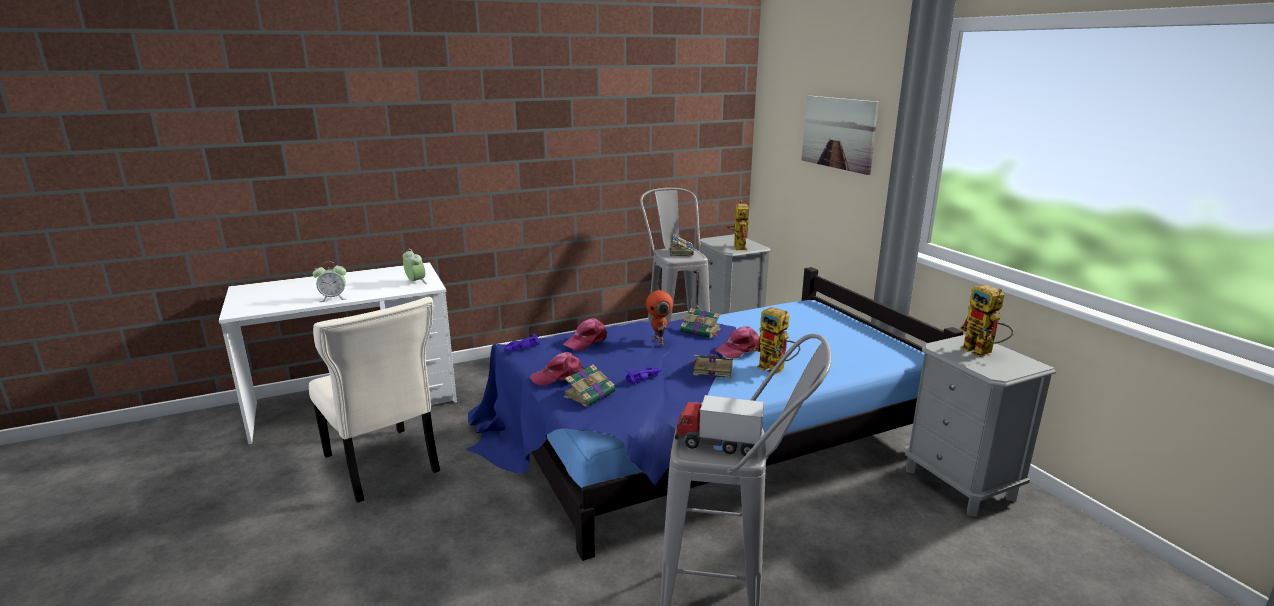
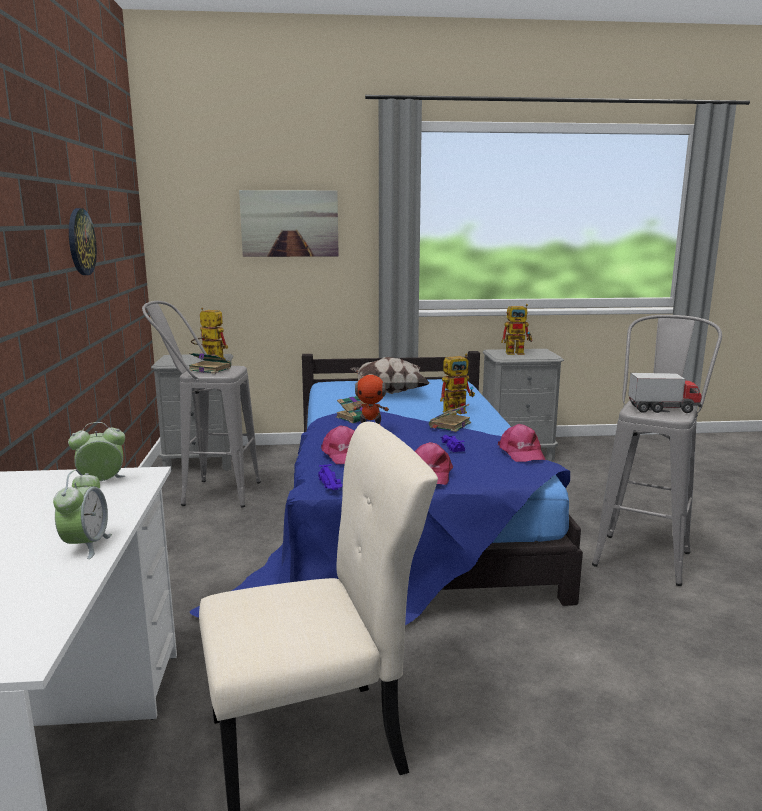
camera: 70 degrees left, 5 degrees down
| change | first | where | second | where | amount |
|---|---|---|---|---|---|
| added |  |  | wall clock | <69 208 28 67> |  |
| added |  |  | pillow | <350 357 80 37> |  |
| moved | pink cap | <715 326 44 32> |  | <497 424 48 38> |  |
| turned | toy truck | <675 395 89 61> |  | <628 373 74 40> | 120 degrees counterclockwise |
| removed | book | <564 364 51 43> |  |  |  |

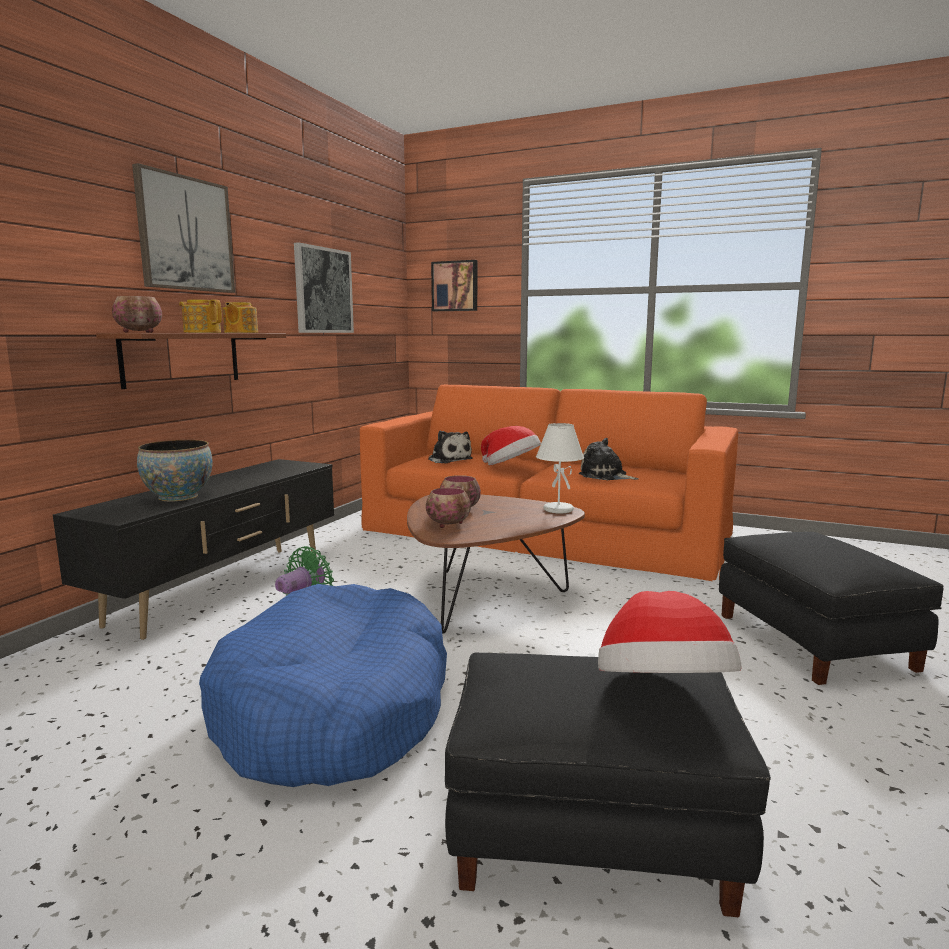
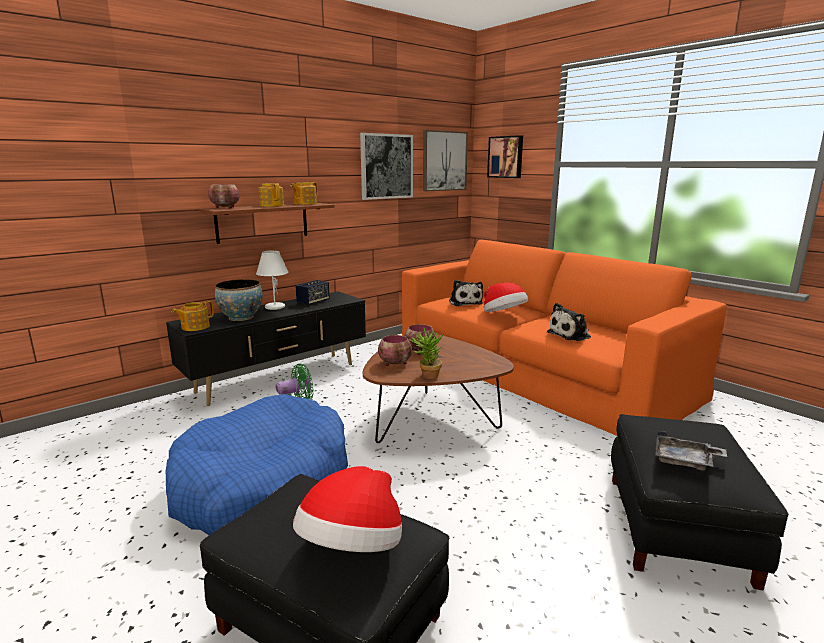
camera: 25 degrees right, 5 degrees up
| change | first | where | second | where | amount |
|---|---|---|---|---|---|
| added |  |  | teapot | <172 301 42 30> |  |
| moved | white table lamp | <536 423 48 90> |  | <256 250 33 60> |  |
| added |  |  | speaker | <295 280 35 26> |  |
| added |  |  | potted plant | <408 328 36 51> |  |
| moved | picture | <132 163 103 130> |  | <423 130 45 61> |  |
| turned | plush toy | <579 438 60 42> |  | <547 303 44 38> | 90 degrees counterclockwise |
| added |  |  | grey tray | <655 430 72 41> |  |

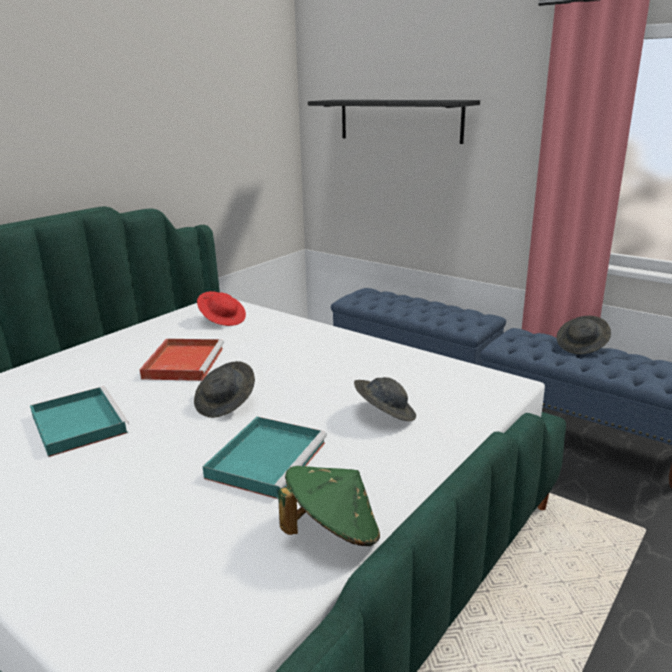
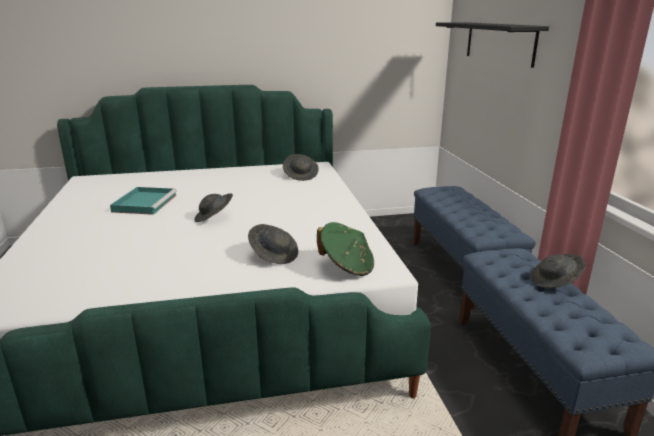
camera: 40 degrees right, 0 degrees up
| change | first | where | second | where | amount |
|---|---|---|---|---|---|
| recoloured | red hat | <197 291 49 35> | grey hat | <283 154 36 27> |  |
| moved | green hat | <278 466 102 80> |  | <317 222 57 54> |  |
| removed | red tray | <140 339 84 42> |  |  |  |
| removed | turquoise tray | <203 417 124 82> |  |  |  |

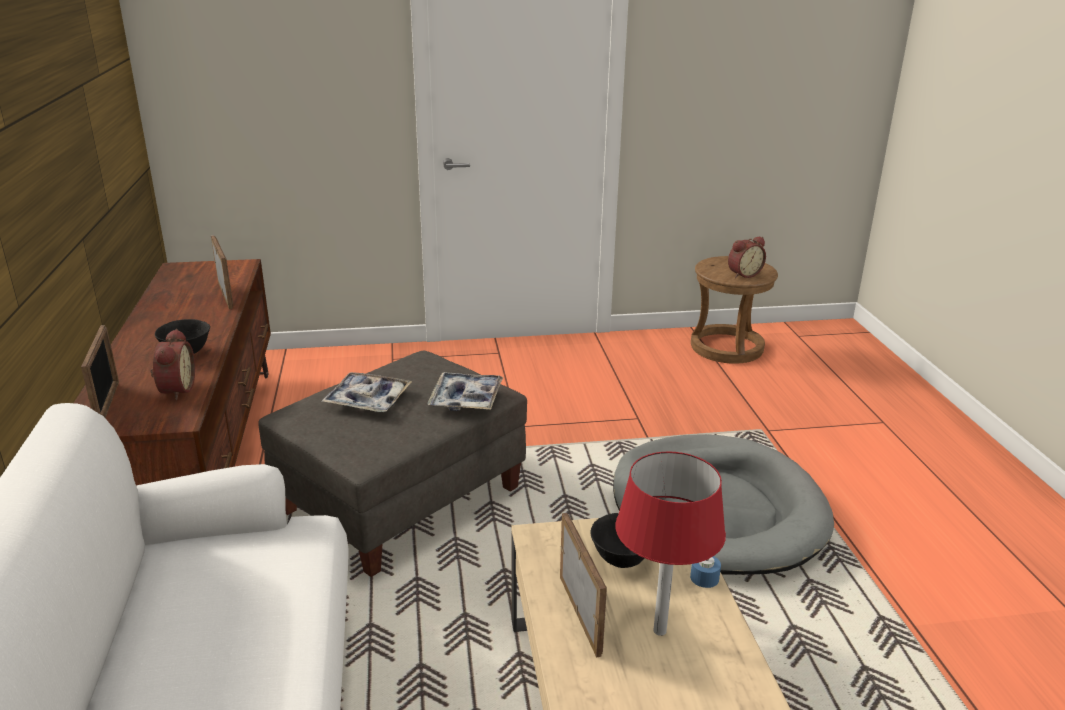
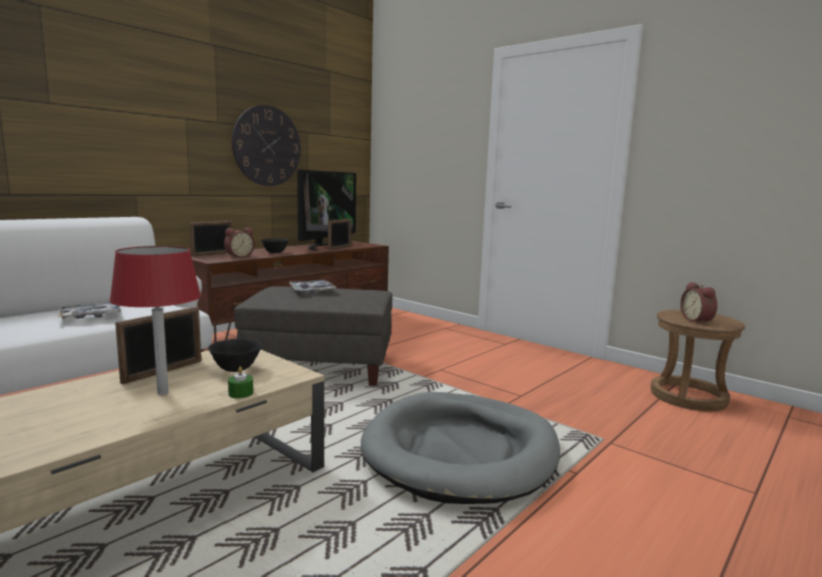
camera: 50 degrees right, 15 degrees down
| change | first | where | second | where | amount |
|---|---|---|---|---|---|
| moved | tray | <427 372 76 39> |  | <58 302 63 17> |  |
| recoloured | blue candle | <690 556 31 32> | green candle | <228 367 25 31> |  |
| added |  |  | wall clock | <232 105 69 81> |  |
| added |  |  | television | <297 170 59 81> |  |
| turned | alarm clock | <728 236 38 42> |  | <680 282 37 43> | 60 degrees clockwise |

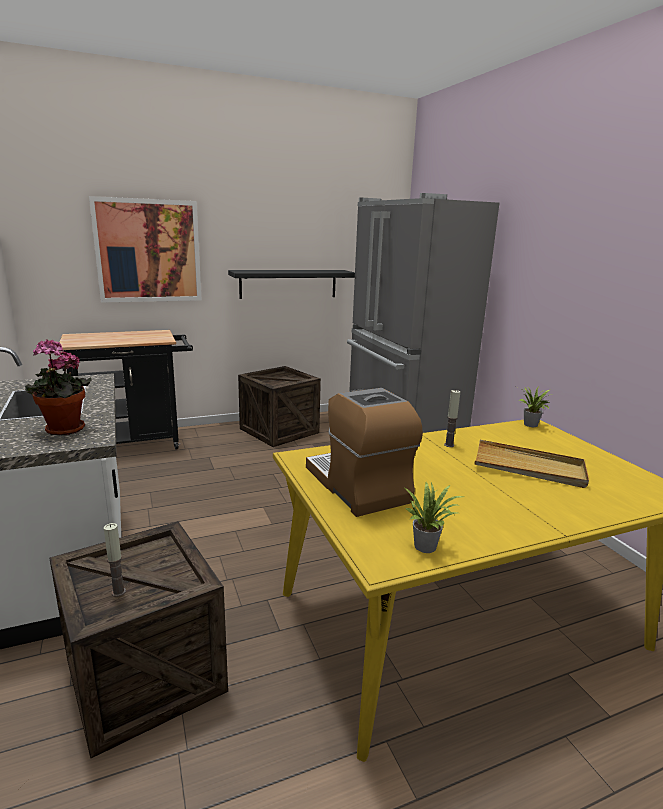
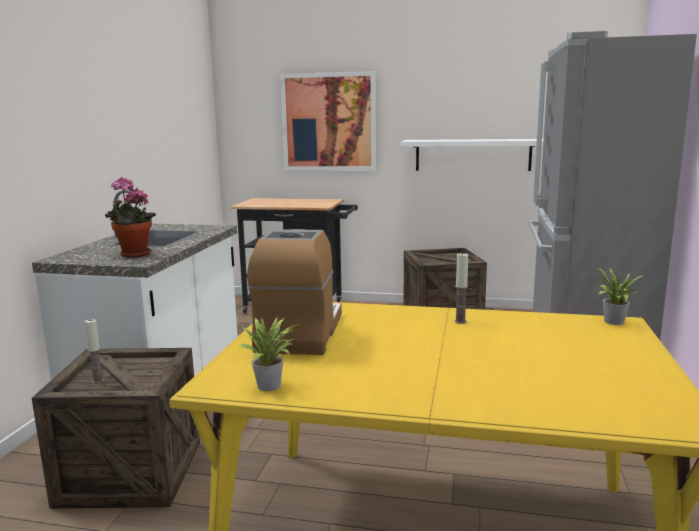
camera: 35 degrees right, 5 degrees down
| change | first | where | second | where | amount |
|---|---|---|---|---|---|
| recoloured | black shelf | <228 270 127 29> | white shelf | <401 139 143 32> |  |
| removed | beige tray | <474 440 115 48> |  |  |  |

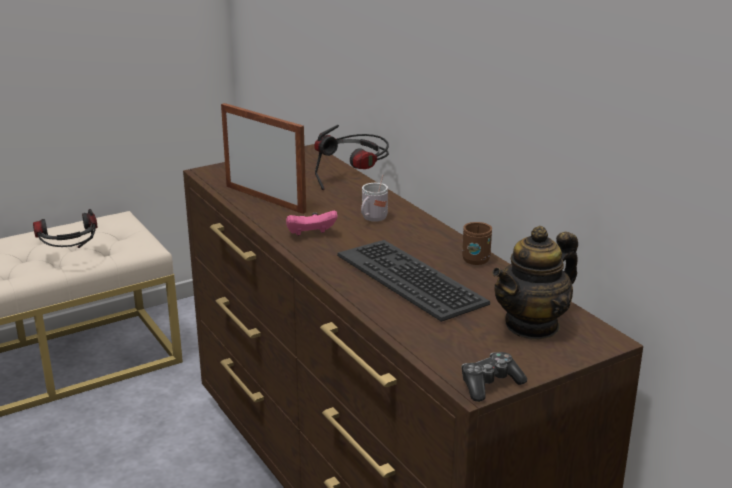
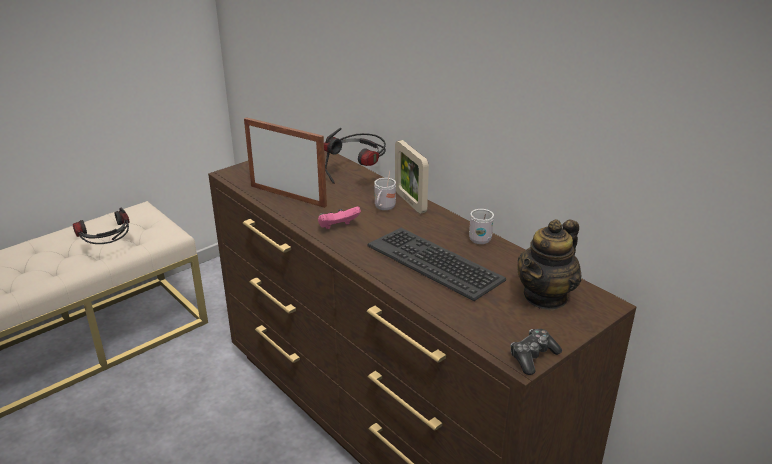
camera: 10 degrees left, 5 degrees up
| change | first | where | second | where | amount |
|---|---|---|---|---|---|
| added |  |  | picture frame | <395 140 34 74> |  |
| recoloured | brown mug | <462 222 30 43> | white mug | <469 209 25 35> |  |

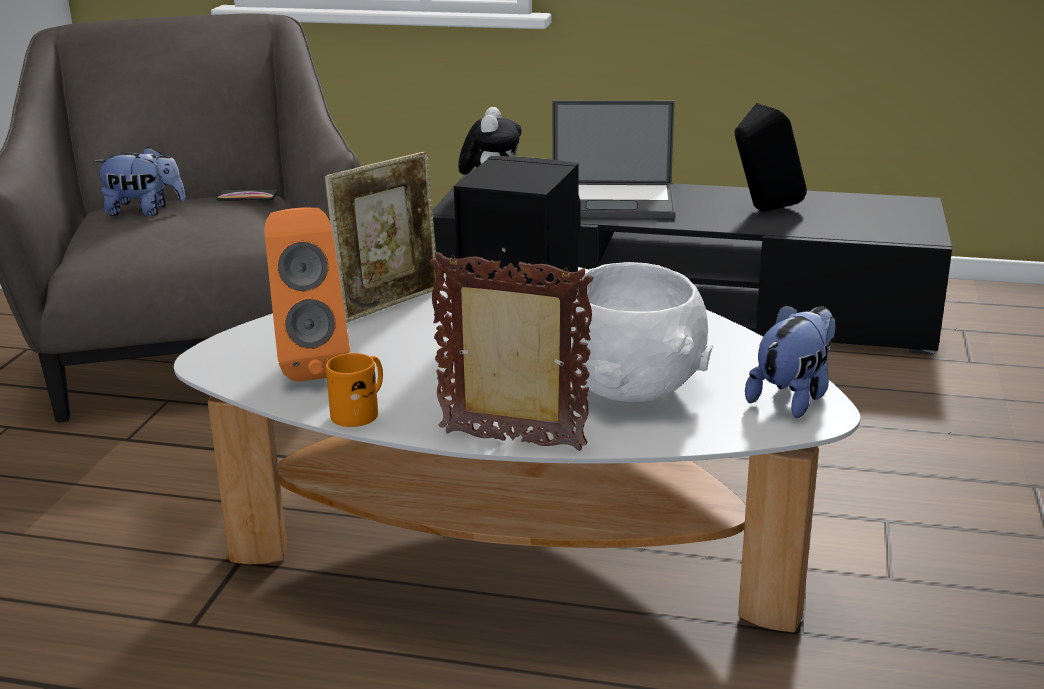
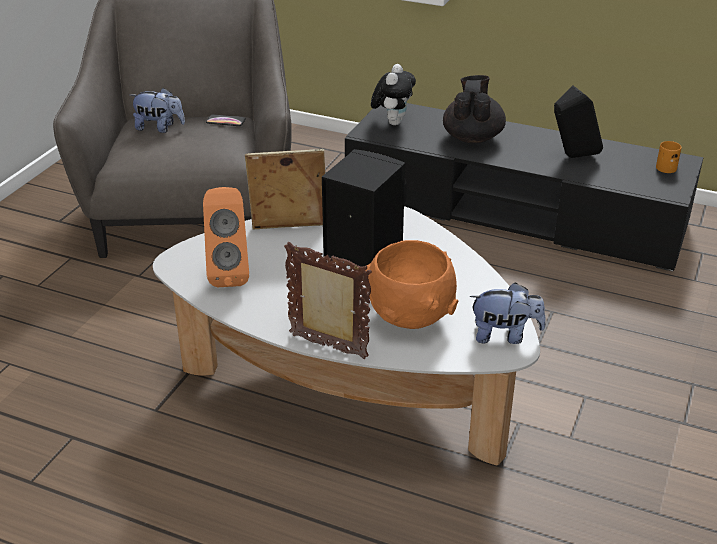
camera: 10 degrees right, 10 degrees up
| change | first | where | second | where | amount |
|---|---|---|---|---|---|
| turned | picture frame | <325 151 111 172> |  | <245 149 80 80> | 150 degrees counterclockwise |
| recoloured | white bowl | <571 262 142 140> | orange bowl | <366 240 92 89> |  |
| replaced | laptop | <552 100 124 118> | black teapot | <443 75 63 68> |  |
| turned | plush toy | <745 304 90 114> |  | <469 282 77 62> | 45 degrees clockwise |
| moved | orange mug | <326 353 57 74> |  | <656 141 26 32> |  |

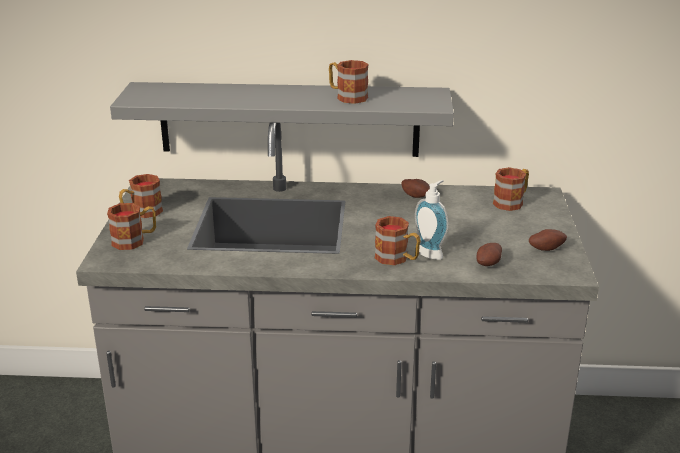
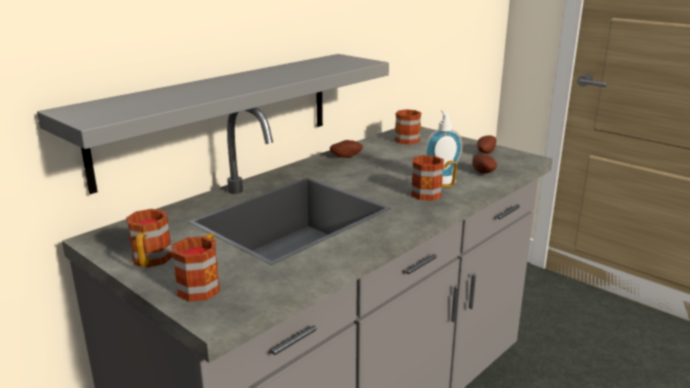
camera: 50 degrees left, 5 degrees down
| change | first | where | second | where | amount |
|---|---|---|---|---|---|
| removed | mug | <329 60 40 44> |  |  |  |

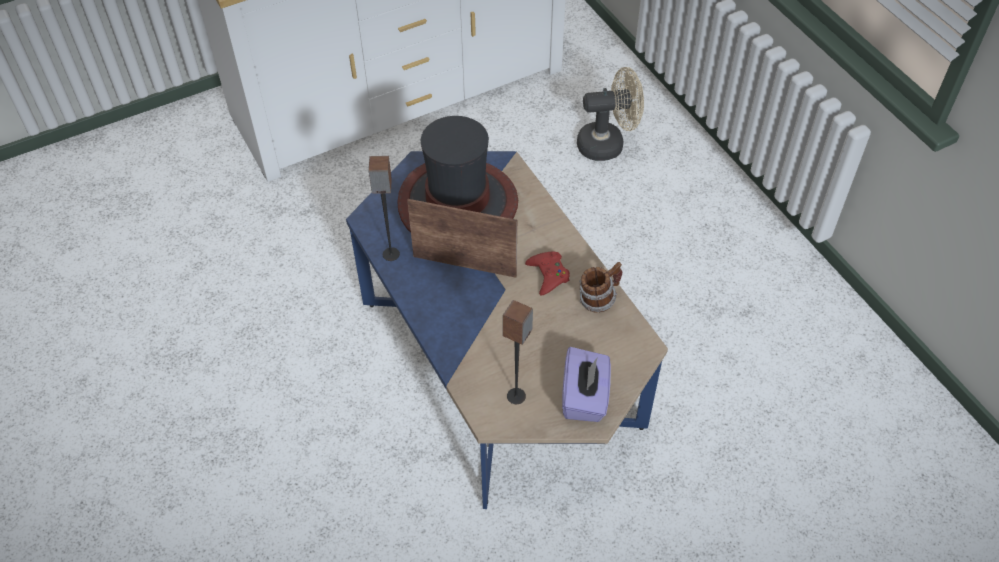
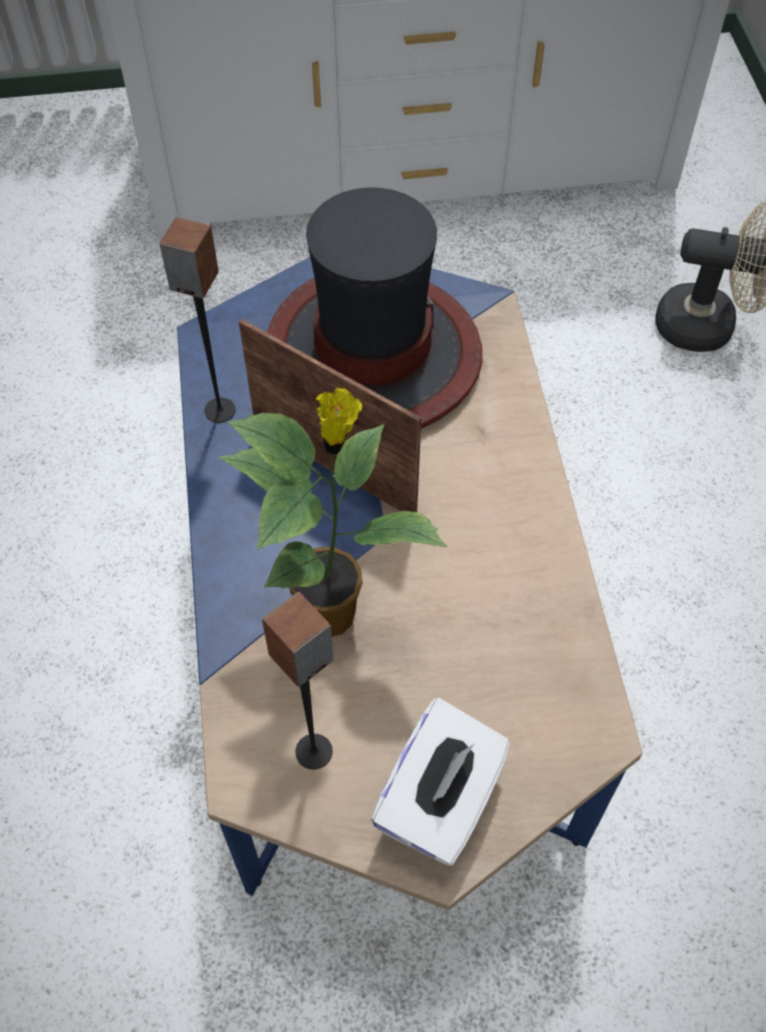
camera: 20 degrees right, 5 degrees up
| change | first | where | second | where | amount |
|---|---|---|---|---|---|
| added |  |  | potted plant | <218 388 229 249> |  |
| recoloured | purple tissue box | <562 347 49 75> | white tissue box | <370 698 140 167> |  |
| removed | red game controller | <525 252 45 43> |  |  |  |
| removed | mug | <579 262 44 51> |  |  |  |

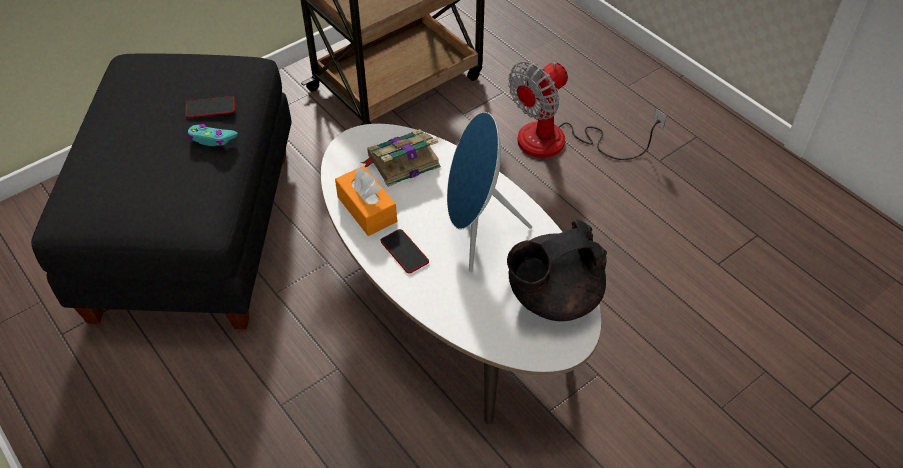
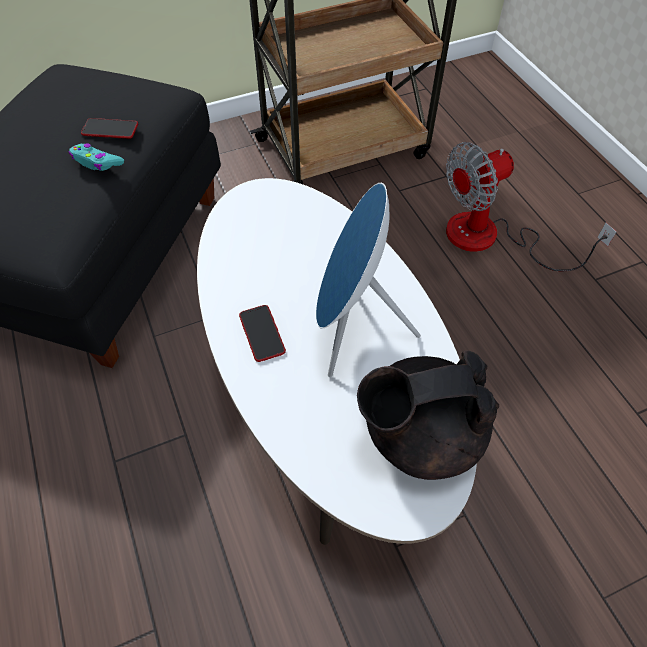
camera: 15 degrees right, 5 degrees up
| change | first | where | second | where | amount |
|---|---|---|---|---|---|
| removed | orange tissue box | <335 166 62 70> |  |  |  |
| removed | book | <361 129 80 58> |  |  |  |

